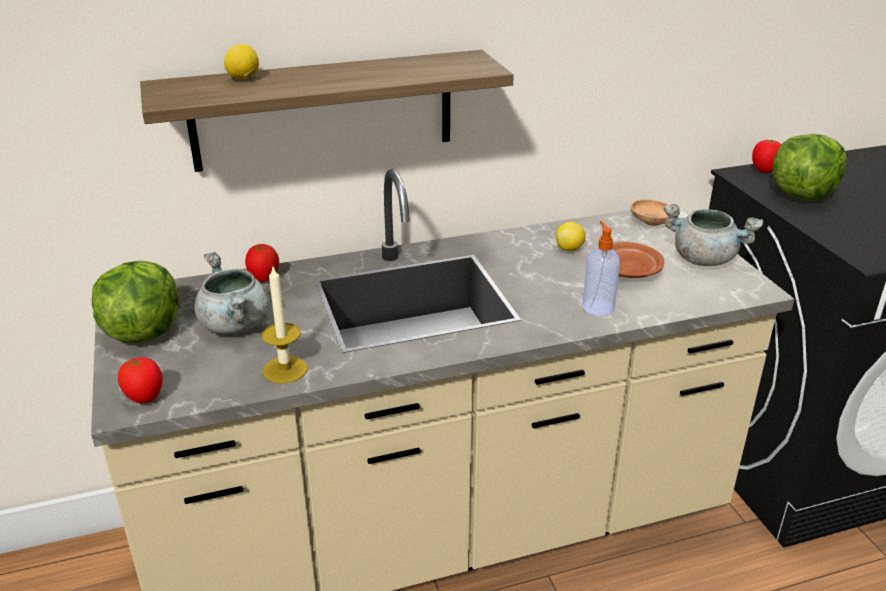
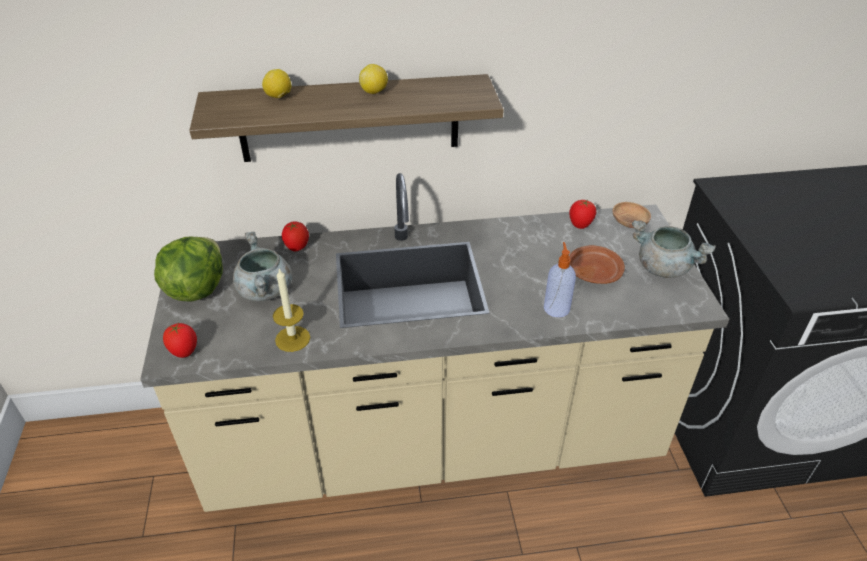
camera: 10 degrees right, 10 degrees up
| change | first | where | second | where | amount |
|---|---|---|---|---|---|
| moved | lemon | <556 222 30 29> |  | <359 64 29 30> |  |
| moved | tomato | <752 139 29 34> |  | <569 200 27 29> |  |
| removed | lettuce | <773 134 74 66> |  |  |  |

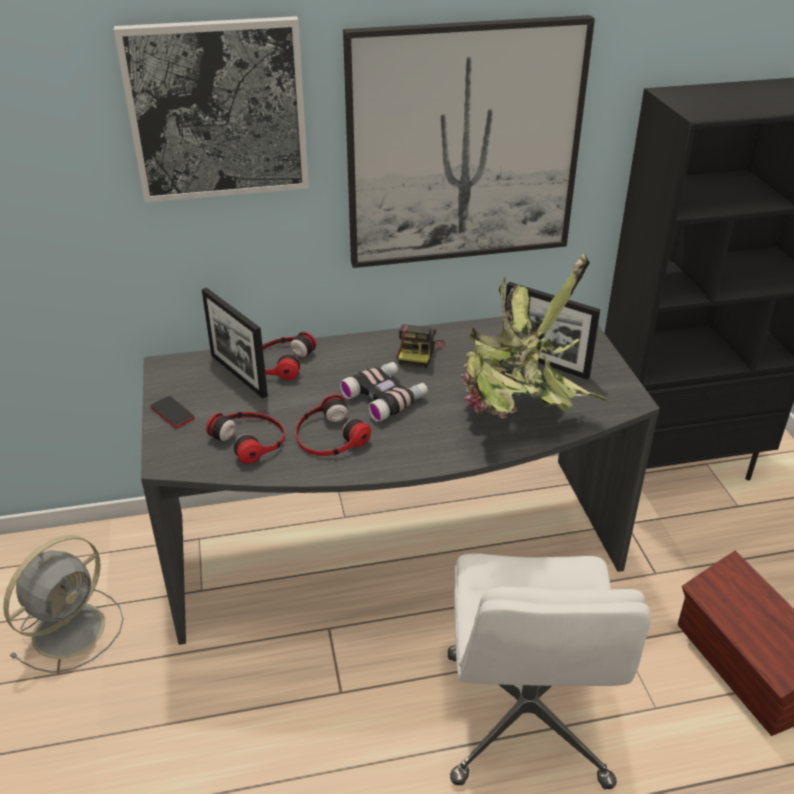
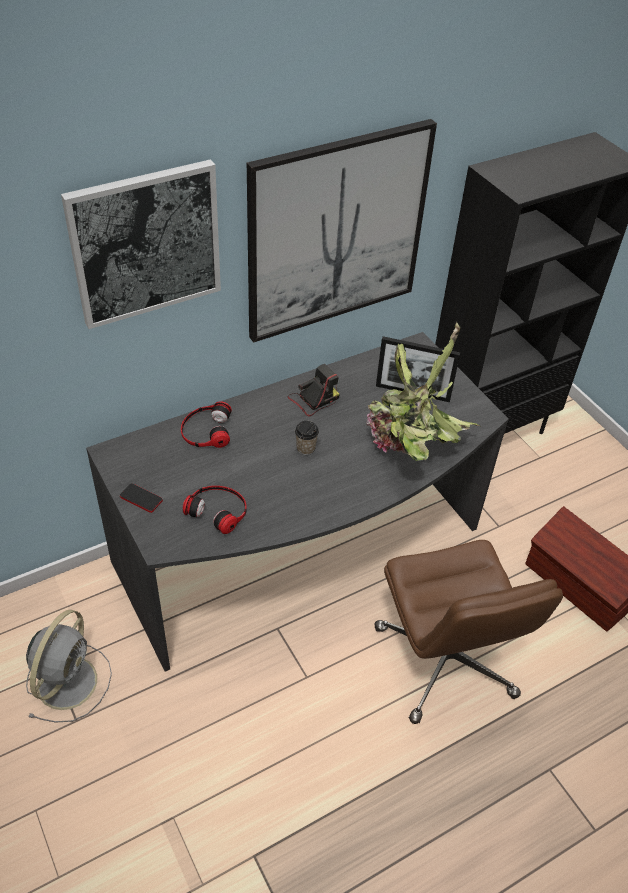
camera: 20 degrees left, 10 degrees up
| change | first | where | second | where | amount |
|---|---|---|---|---|---|
| turned | photo camera | <396 324 50 44> |  | <288 364 52 52> | 120 degrees counterclockwise |
| replaced | binoculars | <339 362 89 60> | cup | <295 421 24 34> |  |
| recoloured | white office chair | <447 553 204 237> | brown office chair | <375 540 188 184> |  |
| removed | picture frame | <202 288 66 110> |  |  |  |
| removed | headphones | <295 394 76 62> |  |  |  |

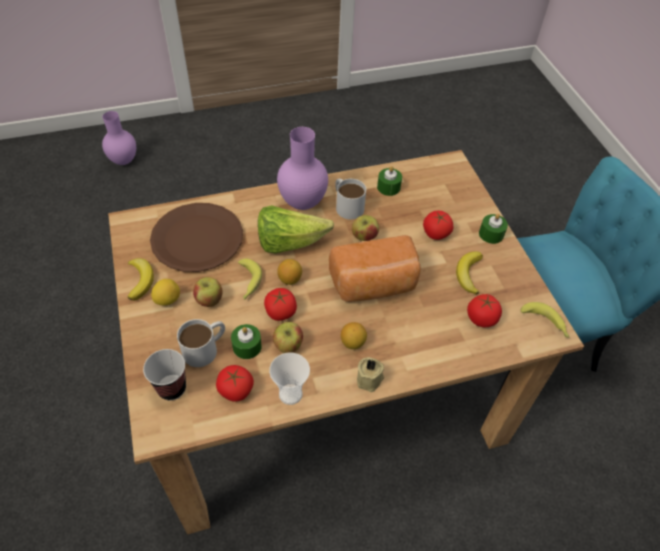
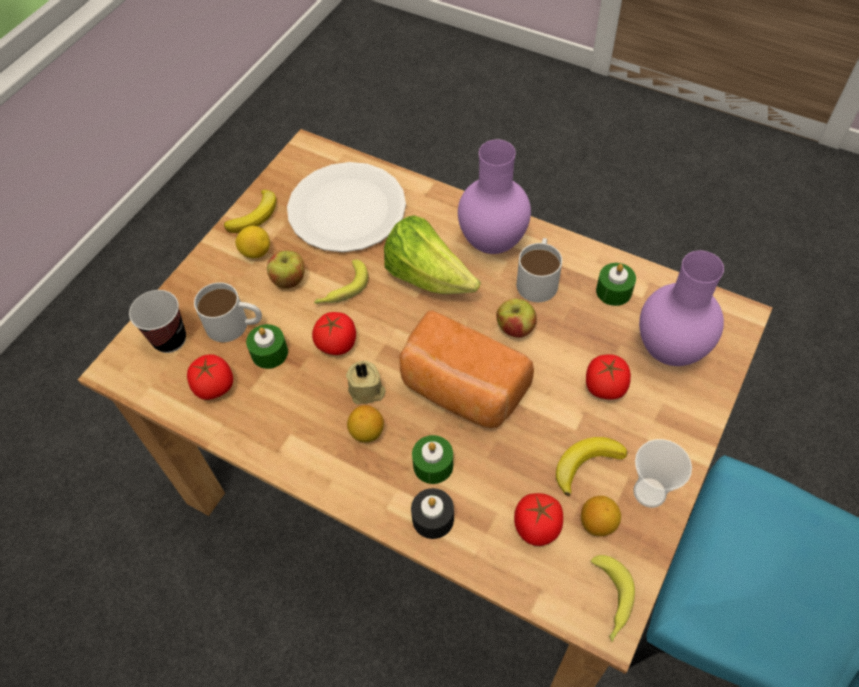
camera: 50 degrees right, 5 degrees up
| change | first | where | second | where | amount |
|---|---|---|---|---|---|
| recoloured | brown plate | <150 203 93 69> | white plate | <287 162 119 90> |  |
| moved | beige candle | <357 357 27 35> |  | <346 361 39 43> |  |
| added |  |  | black candle | <411 488 43 51> |  |
| moved | green candle | <479 213 29 31> |  | <412 435 41 49> |  |
| moved | lemon | <277 259 25 26> |  | <581 496 40 40> |  |
| moved | cup | <269 353 41 52> |  | <633 439 59 69> |  |
| moved | purple vase | <102 111 34 54> |  | <639 251 85 115> |  |
| removed | apple | <273 322 30 31> |  |  |  |

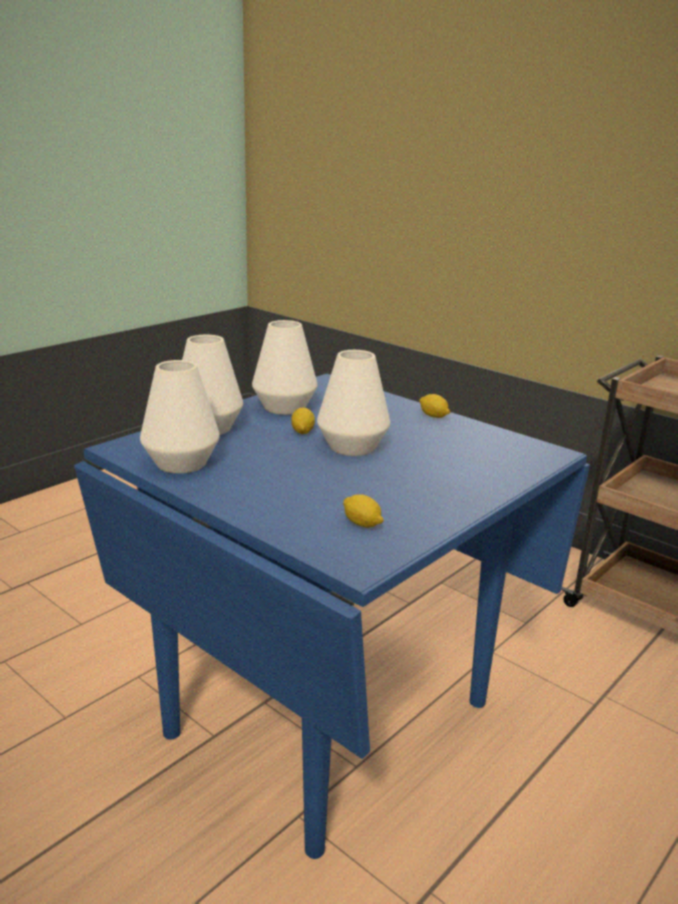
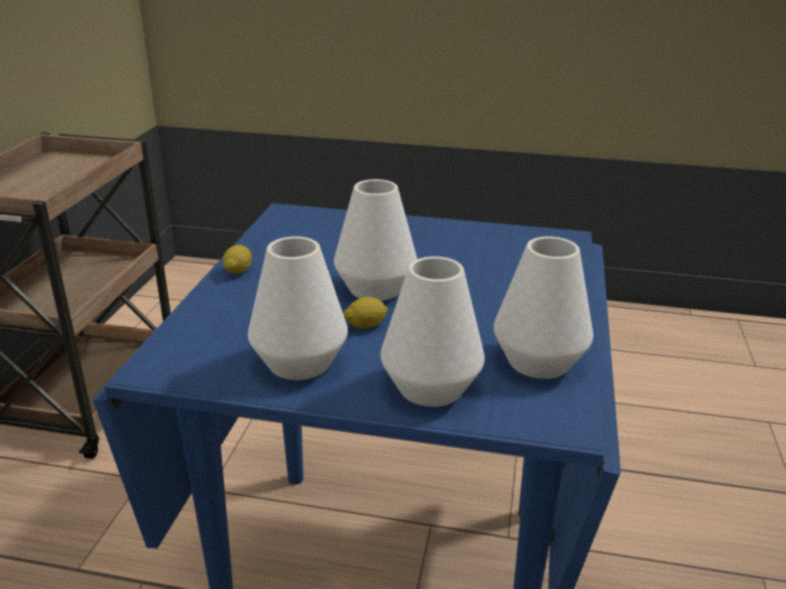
camera: 120 degrees left, 5 degrees up
| change | first | where | second | where | amount |
|---|---|---|---|---|---|
| removed | lemon | <343 494 41 34> |  |  |  |

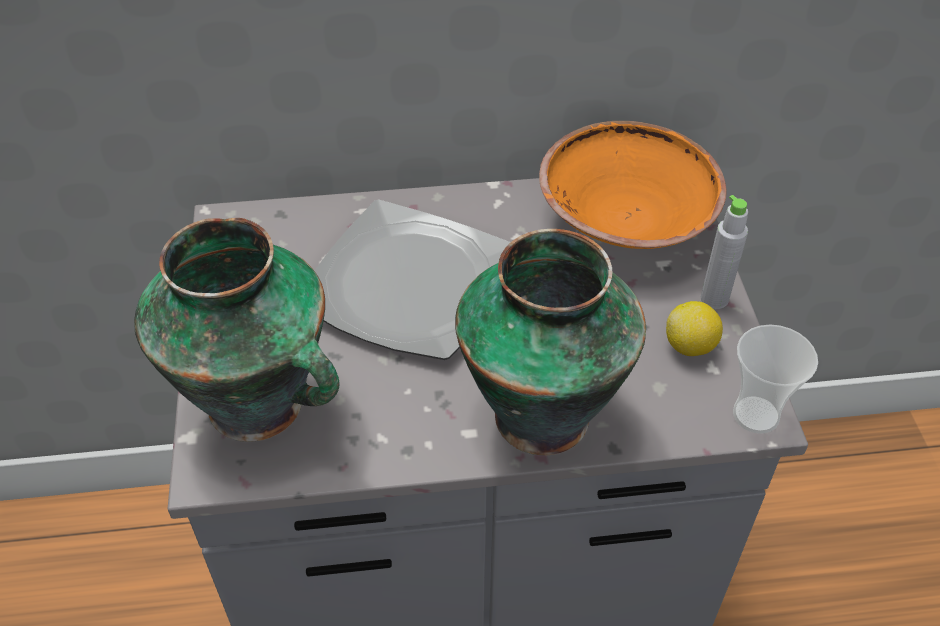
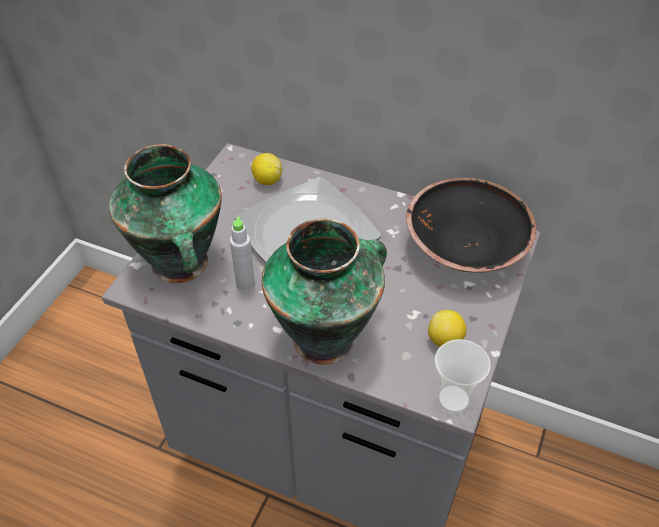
camera: 30 degrees right, 0 degrees up
| change | first | where | second | where | amount |
|---|---|---|---|---|---|
| moved | grey bottle | <701 195 47 114> |  | <230 217 25 75> |  |
| added |  |  | lemon | <251 153 31 32> |  |
| recoloured | orange bowl | <539 121 188 128> | black bowl | <406 178 131 94> |  |

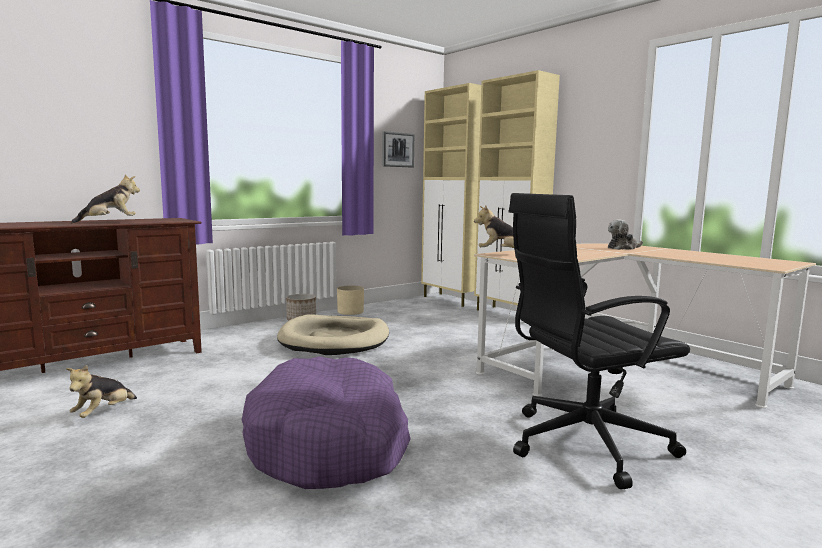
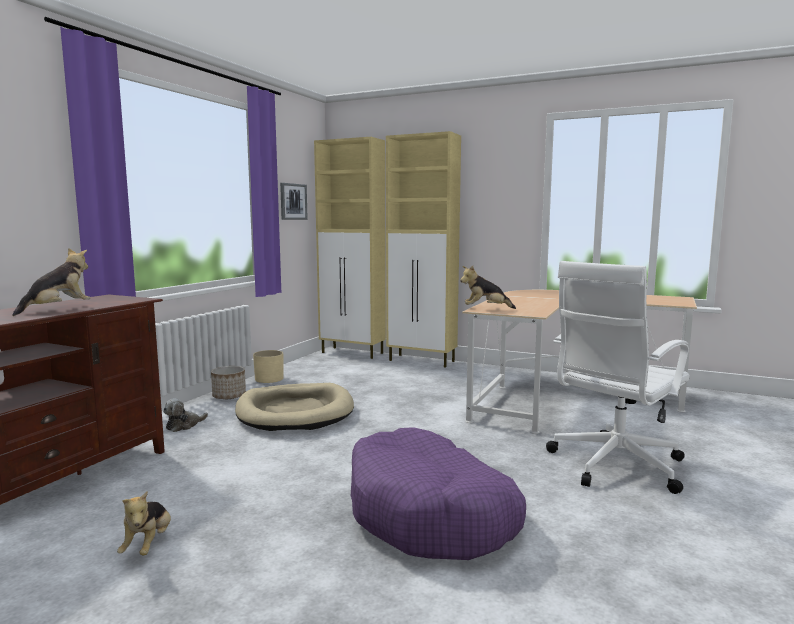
camera: 25 degrees left, 0 degrees up
| change | first | where | second | where | amount |
|---|---|---|---|---|---|
| moved | plush toy | <608 219 35 31> |  | <163 398 45 34> |  |
| recoloured | black office chair | <509 193 181 296> | white office chair | <546 261 144 233> |  |

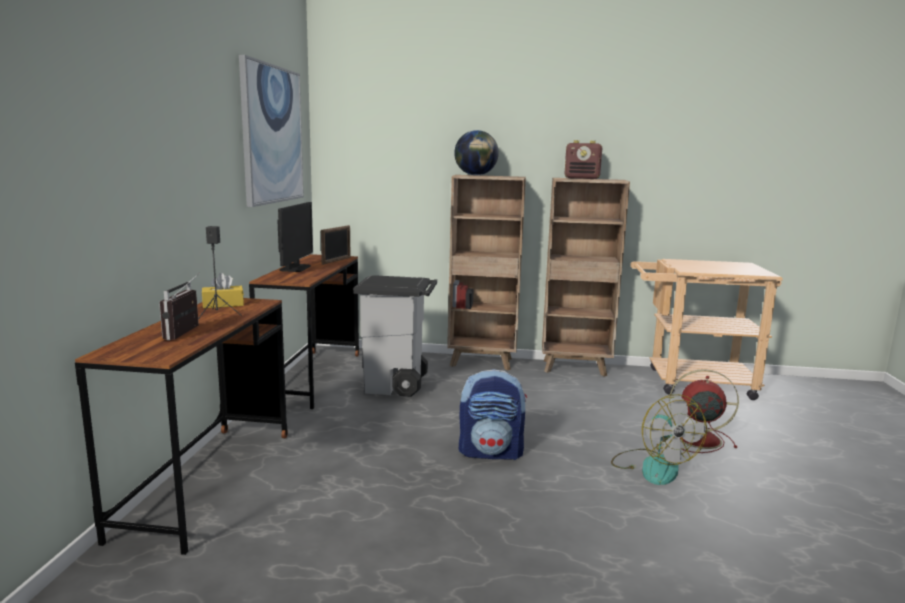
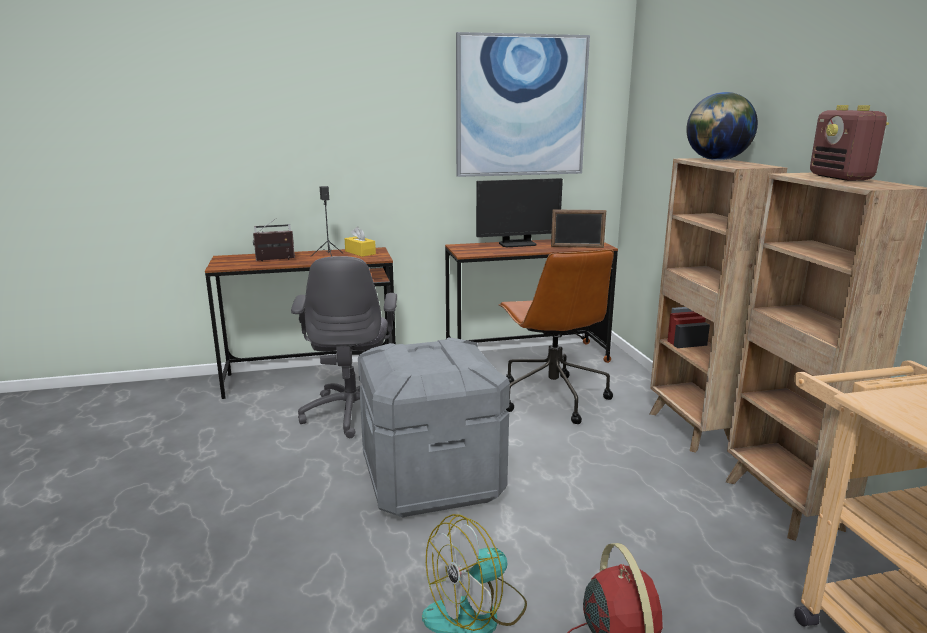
camera: 70 degrees right, 5 degrees up
| change | first | where | second | where | amount |
|---|---|---|---|---|---|
| added |  |  | grey office chair | <291 256 106 182> |  |
| replaced | backpack | <459 369 68 91> | grey storage box | <358 337 152 181> |  |
| replaced | grey trash can | <353 275 84 122> | brown office chair | <499 249 115 175> |  |

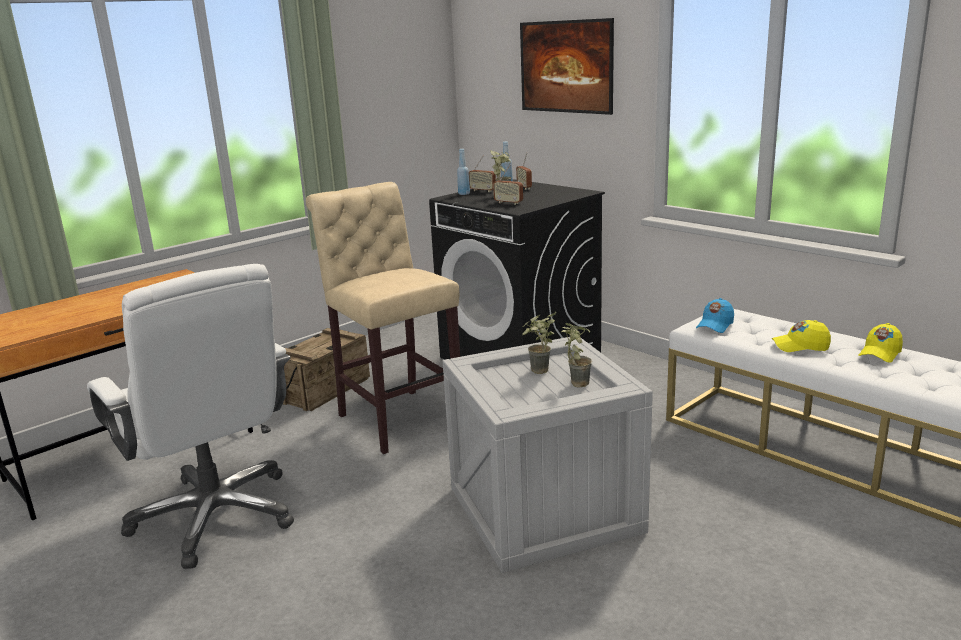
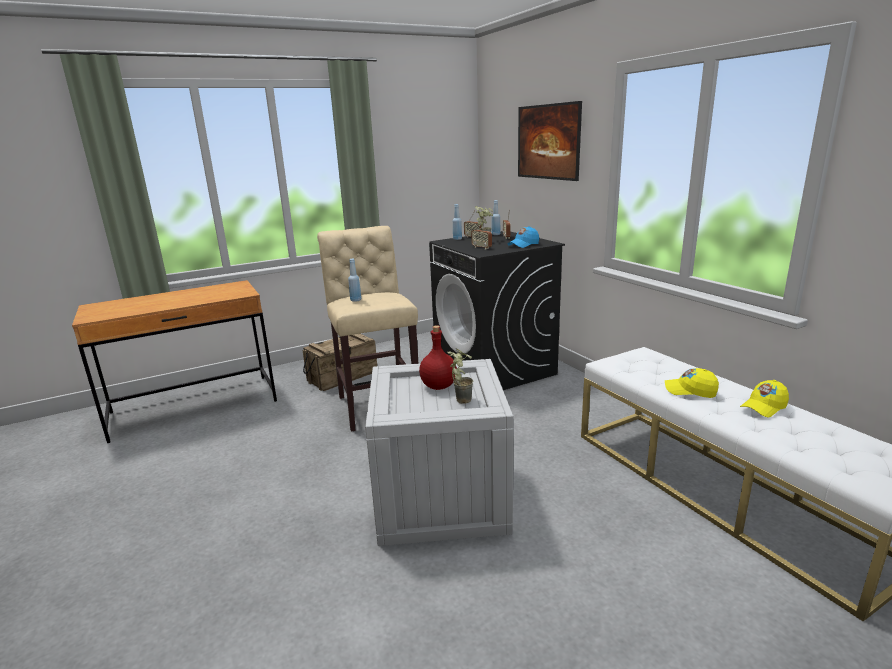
camera: 15 degrees right, 0 degrees up
| change | first | where | second | where | amount |
|---|---|---|---|---|---|
| added |  |  | blue bottle | <348 259 13 43> |  |
| replaced | potted plant | <522 311 35 63> | red bottle | <419 325 38 65> |  |
| moved | blue cap | <696 298 38 35> |  | <508 226 31 22> |  |
| removed | white office chair | <87 264 207 305> |  |  |  |

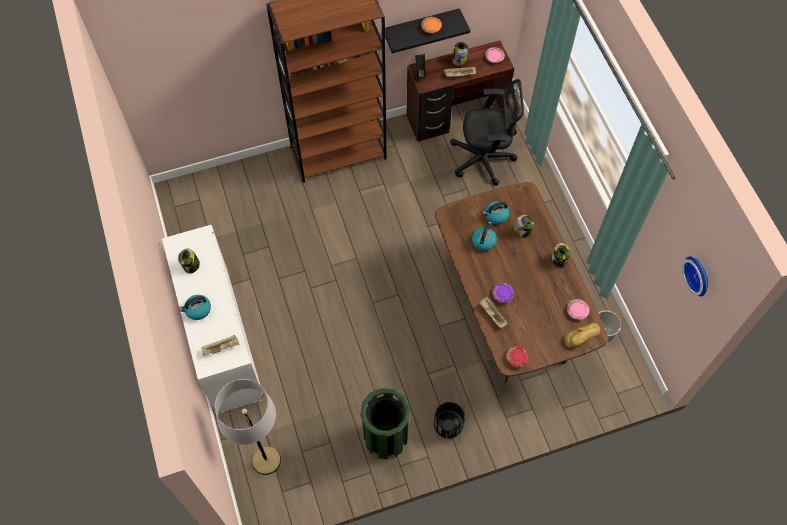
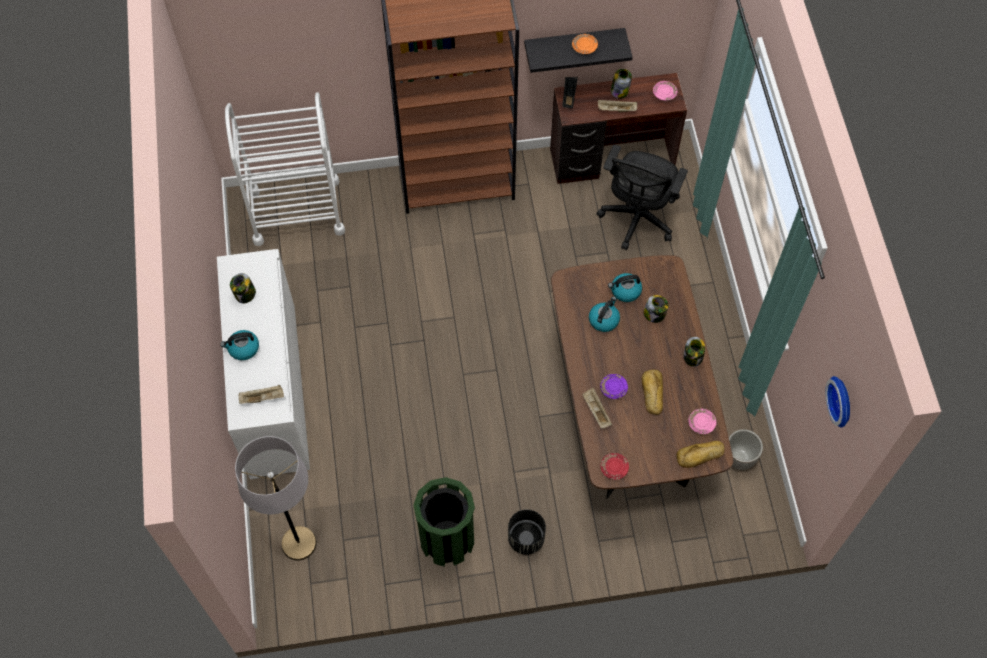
camera: 10 degrees right, 0 degrees up
| change | first | where | second | where | amount |
|---|---|---|---|---|---|
| added |  |  | white cart | <225 92 120 154> |  |
| turned | black office chair | <450 79 74 107> |  | <596 145 92 105> | 105 degrees clockwise |
| added |  |  | bread | <641 370 22 45> |  |

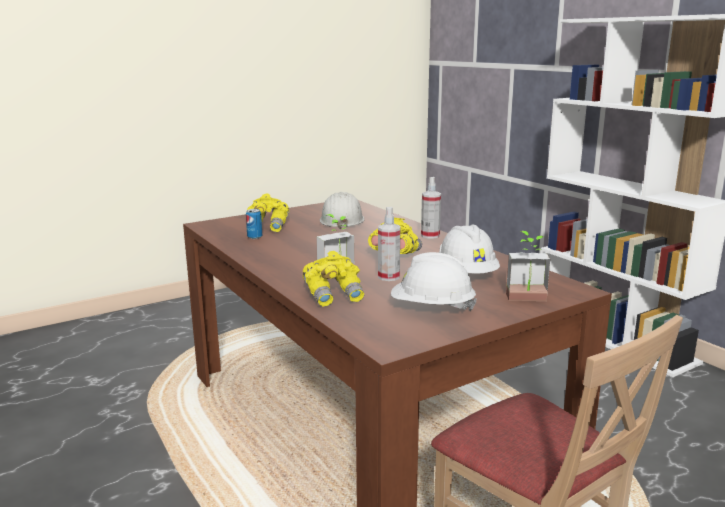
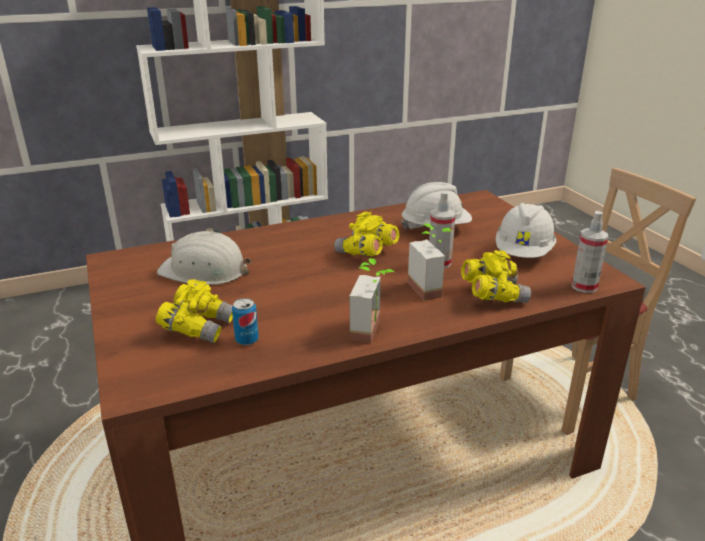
camera: 80 degrees left, 10 degrees up
| change | first | where | second | where | amount |
|---|---|---|---|---|---|
| moved | potted plant | <506 231 44 70> |  | <350 258 45 85> |  |
| moved | spray bottle | <421 177 20 62> |  | <572 211 37 82> |  |

